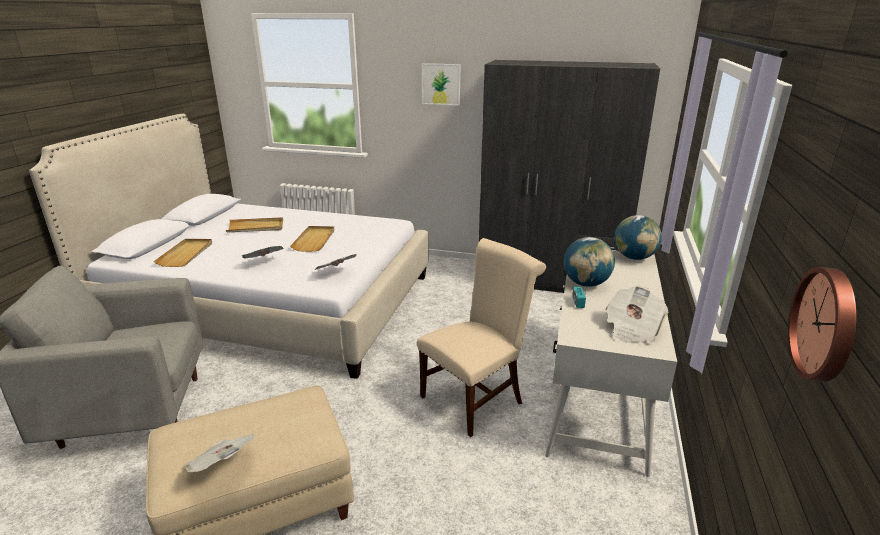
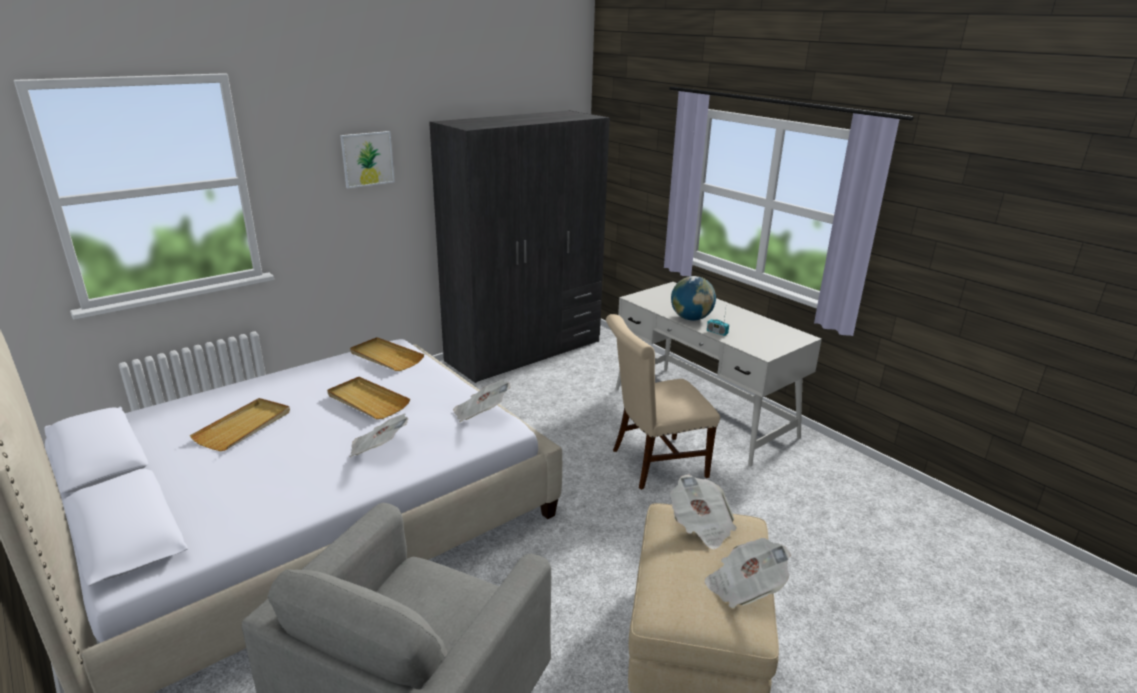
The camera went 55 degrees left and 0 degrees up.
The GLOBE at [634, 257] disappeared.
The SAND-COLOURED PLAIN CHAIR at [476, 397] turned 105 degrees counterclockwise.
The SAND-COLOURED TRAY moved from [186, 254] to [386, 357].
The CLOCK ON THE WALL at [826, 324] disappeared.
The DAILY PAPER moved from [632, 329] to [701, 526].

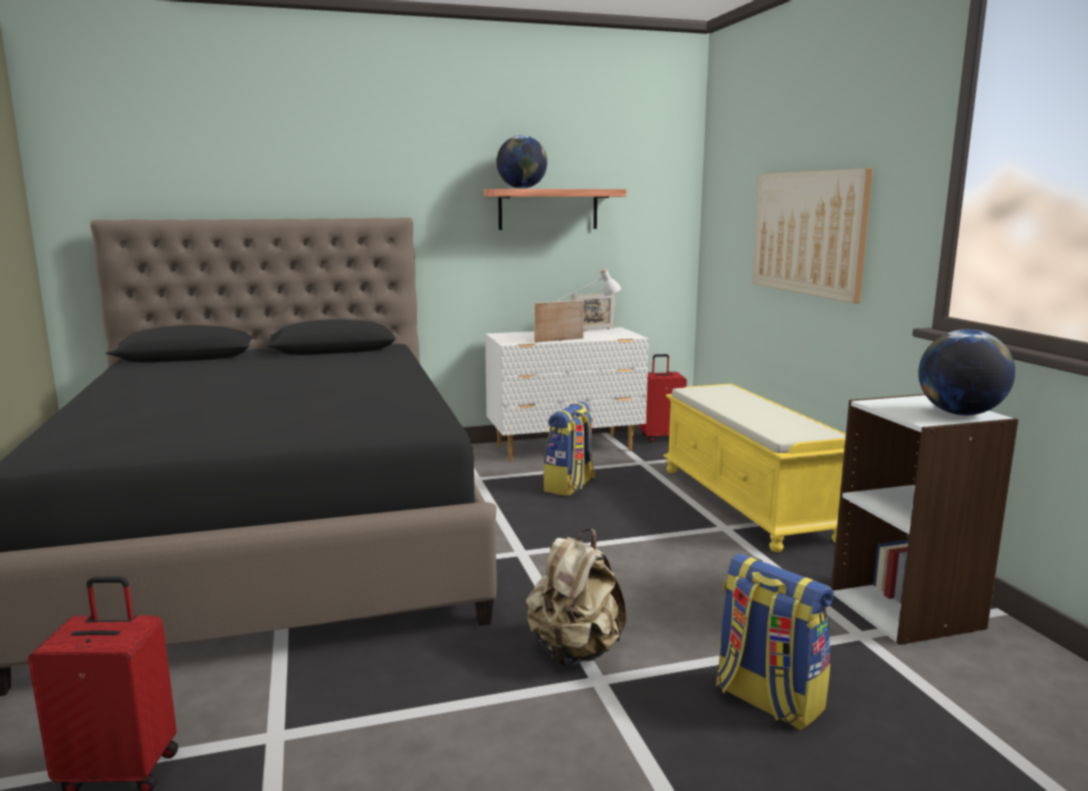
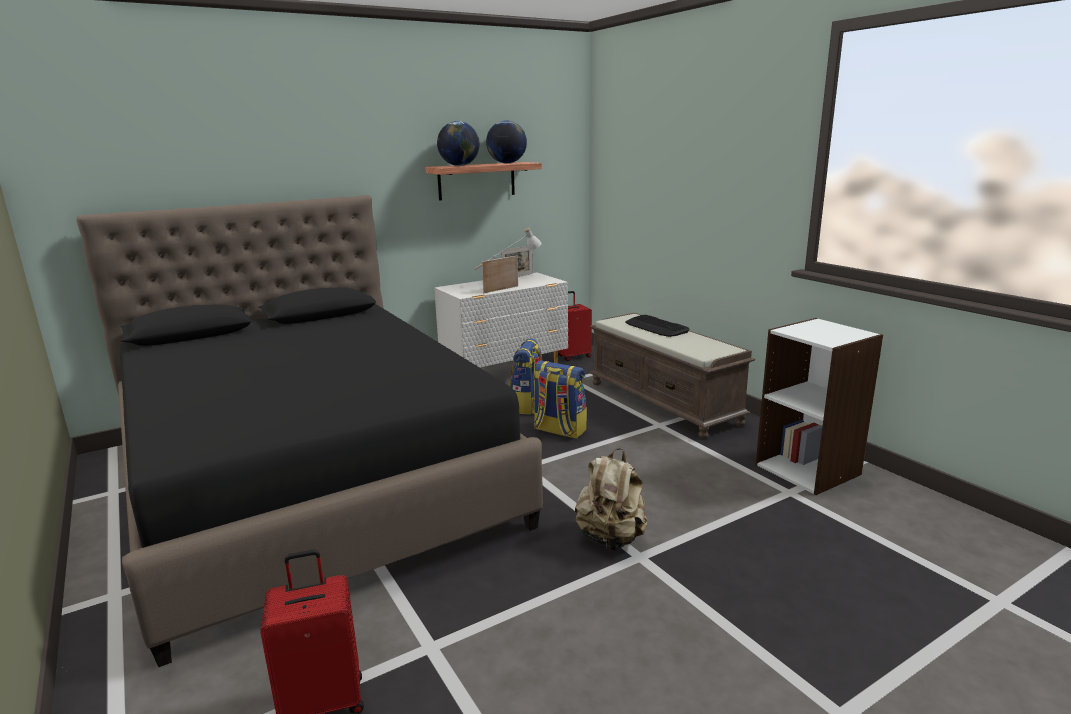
The camera went 15 degrees left and 5 degrees up.
The WALL ART at [807, 232] disappeared.
The GLOBE moved from [960, 414] to [507, 163].
The YELLOW-COLOURED INDOOR BENCH at [747, 503] became the BROWNISH INDOOR BENCH at [664, 403].
The BACKPACK moved from [766, 700] to [559, 430].
The COMPUTER KEYBOARD at [656, 327] appeared.

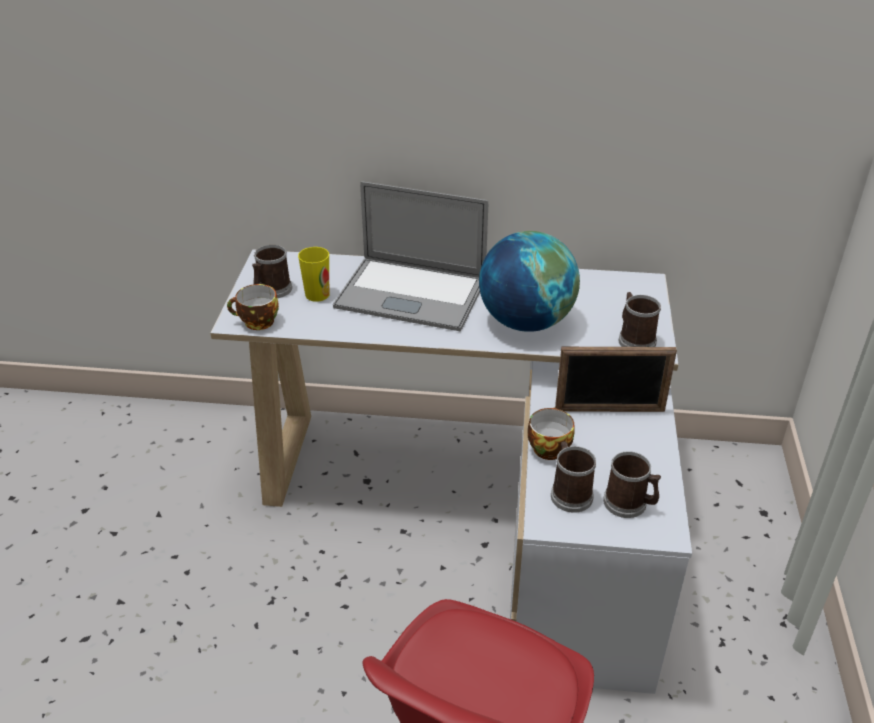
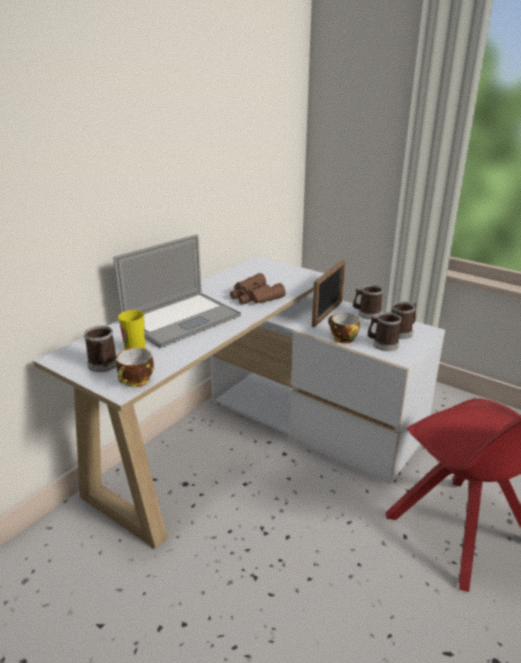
The camera went 60 degrees left and 10 degrees down.
The GLOBE at [526, 321] was replaced by the BROWNISH BINOCULARS at [254, 296].
The COFFEE MUG moved from [634, 339] to [366, 314].

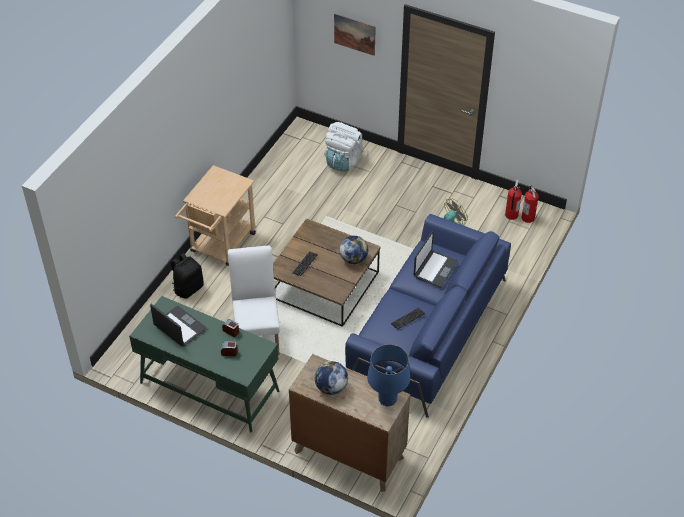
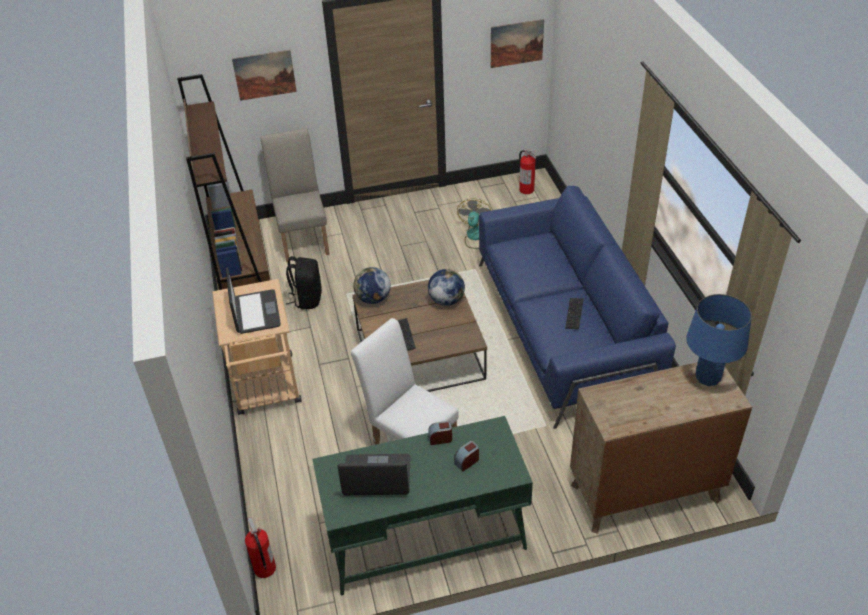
The camera went 40 degrees left and 5 degrees down.
The WHITISH BACKPACK at [343, 160] was replaced by the SAND-COLOURED PLAIN CHAIR at [303, 238].
The FIRE-FIGHTING CYLINDER moved from [511, 215] to [264, 569].
The NOTEBOOK COMPUTER moved from [435, 269] to [255, 312].
The BLACK BACKPACK moved from [188, 288] to [307, 299].
The GLOBE moved from [331, 387] to [373, 299].
The WALL ART at [516, 43] appeared.
The BROWNISH BOOKSHELF at [245, 279] appeared.

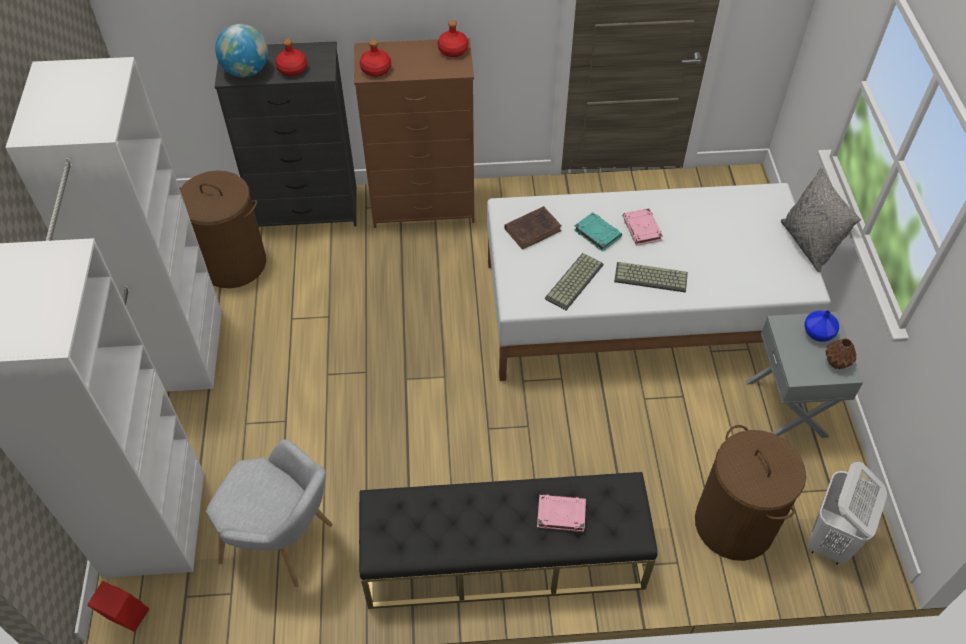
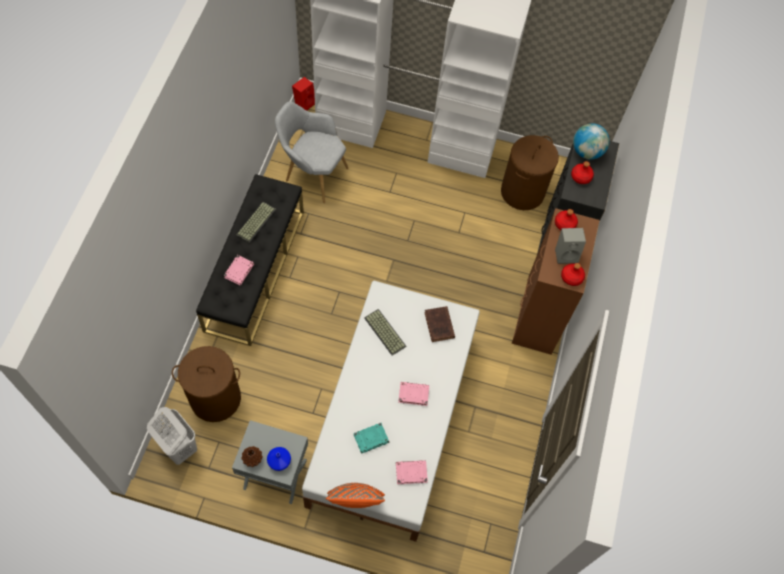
The camera went 105 degrees right and 10 degrees up.
The GREY THROW PILLOW at [807, 244] became the ORANGEY THROW PILLOW at [355, 501].
The TURQUOISE VOLUME moved from [597, 233] to [371, 438].
The COMPUTER KEYBOARD moved from [649, 278] to [256, 221].
The GREY EASY CHAIR at [285, 544] turned 75 degrees clockwise.
The GREY LOUDSPEAKER at [566, 254] appeared.
The PINK-COLOURED VOLUME at [411, 473] appeared.

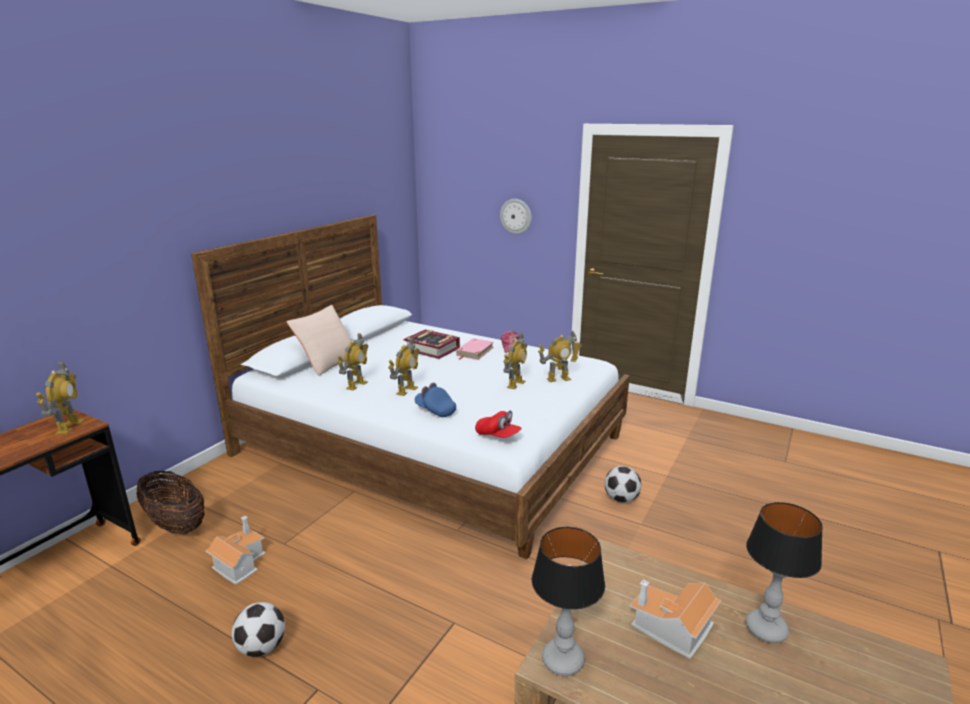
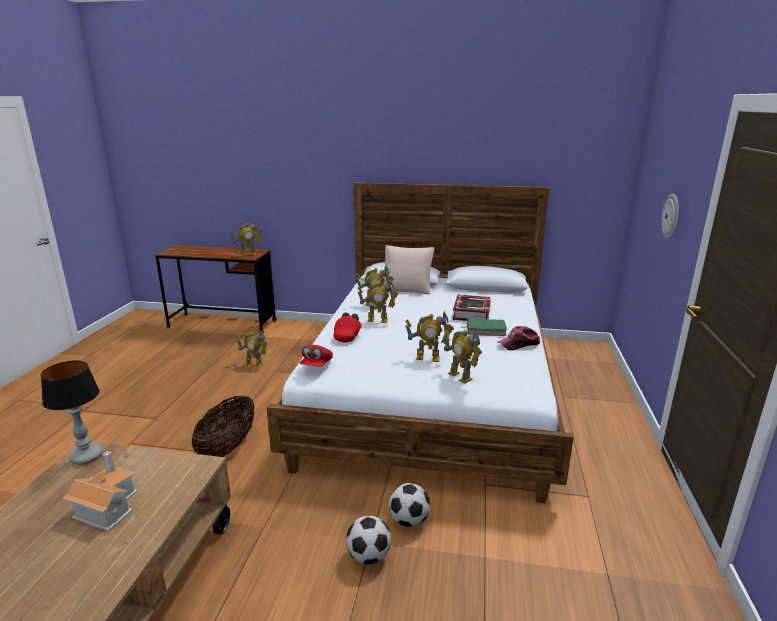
The camera went 70 degrees right and 0 degrees up.
The PINK-COLOURED VOLUME at [474, 352] became the GREEN VOLUME at [486, 330].
The BLUE CAP at [435, 410] became the RED-COLOURED CAP at [348, 336].
The HOUSEHOLD BASKET moved from [176, 524] to [228, 447].
The TABLE LAMP at [767, 630] disappeared.
The MINIATURE HOUSE at [239, 562] was replaced by the MODEL ROBOT at [254, 364].
The BALL FOR FOOTBALL moved from [261, 648] to [368, 556].

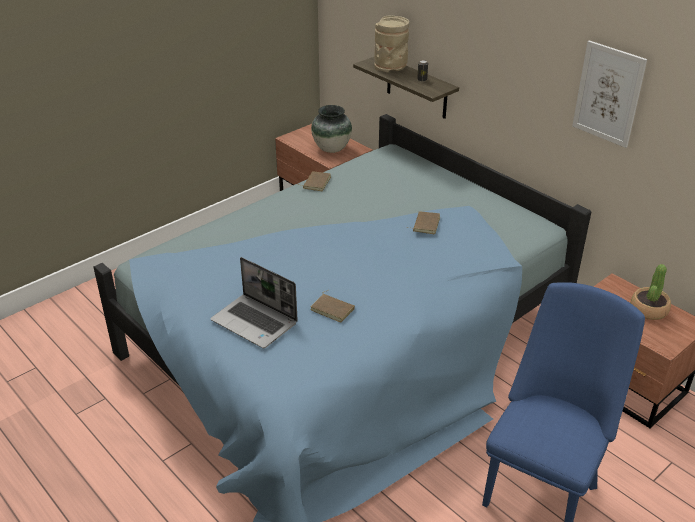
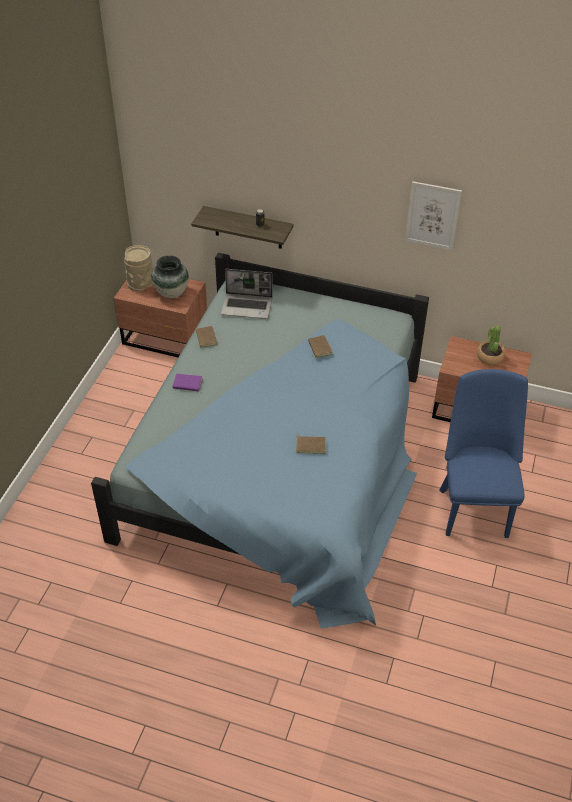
The camera went 30 degrees left and 10 degrees up.
The SAND-COLOURED FLOWER VASE moved from [391, 67] to [141, 284].
The NOTEBOOK COMPUTER moved from [255, 322] to [247, 306].
The PURPLISH VOLUME at [187, 384] appeared.

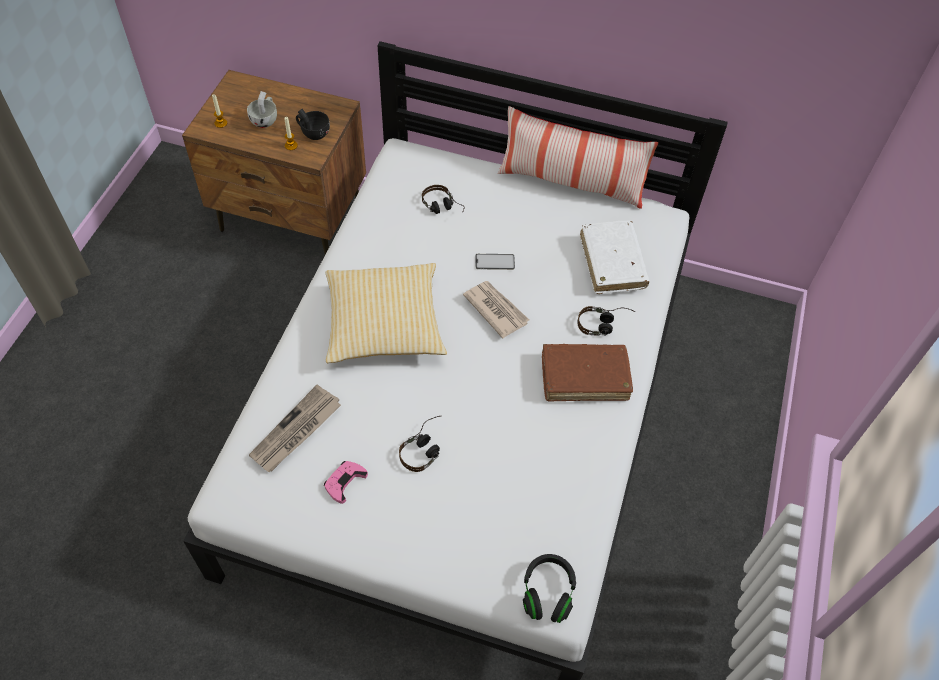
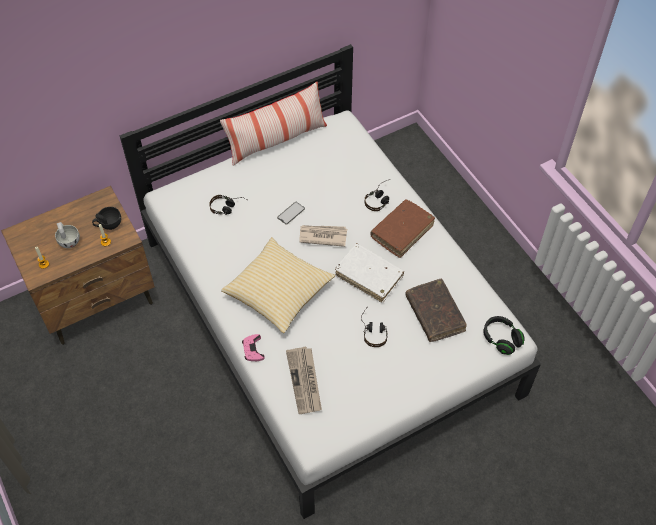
The camera went 45 degrees left and 0 degrees up.
The WHITISH VOLUME moved from [612, 263] to [369, 276].
The PINK-COLOURED GAME CONTROLLER moved from [345, 482] to [253, 349].
The BROWNISH VOLUME at [435, 314] appeared.

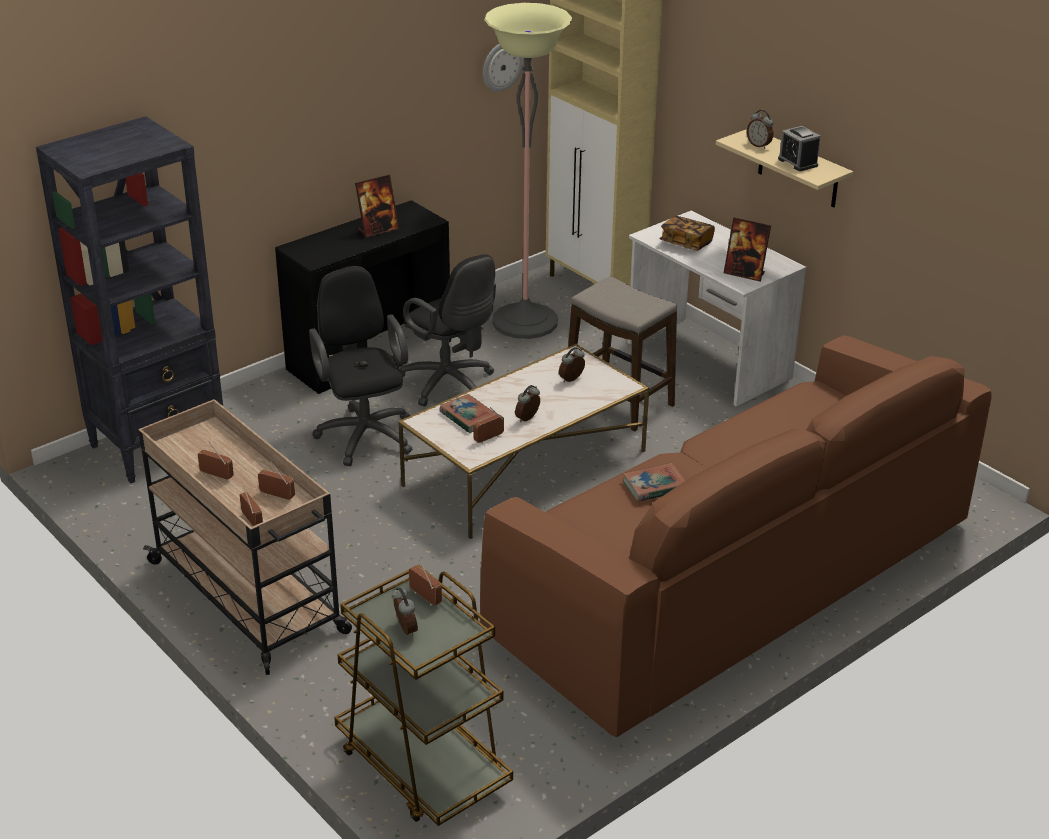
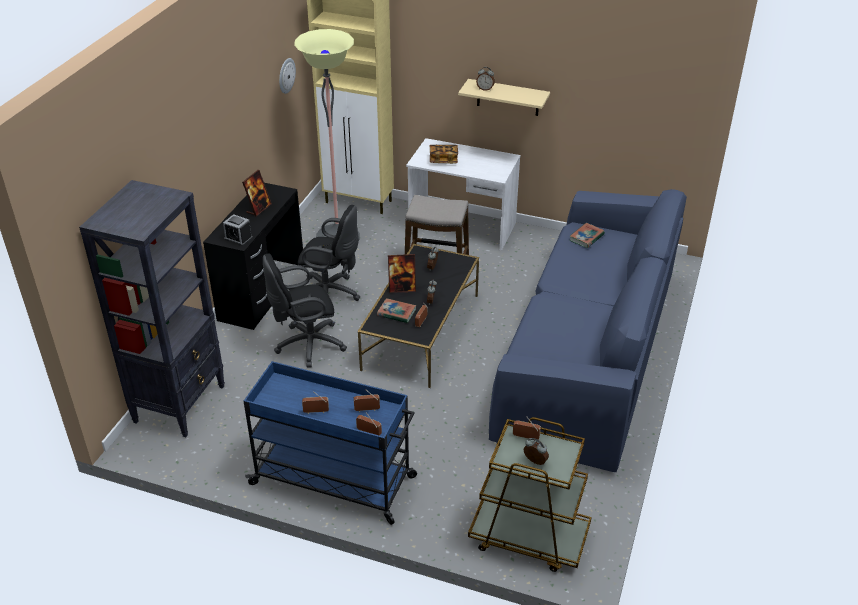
The camera went 30 degrees left and 5 degrees up.
The ALARM CLOCK moved from [797, 162] to [238, 238].
The PHOTO FRAME moved from [744, 273] to [402, 288].
The BLACK DESK CHAIR at [364, 433] turned 60 degrees counterclockwise.
The BROWNISH SETTEE at [734, 578] became the BLUE SETTEE at [588, 353].
The WHITISH COFFEE TABLE at [525, 468] became the BLACK COFFEE TABLE at [421, 331].
The SAND-COLOURED CART at [249, 598] became the BLUE CART at [335, 481].
The VOLUME moved from [654, 486] to [586, 237].

